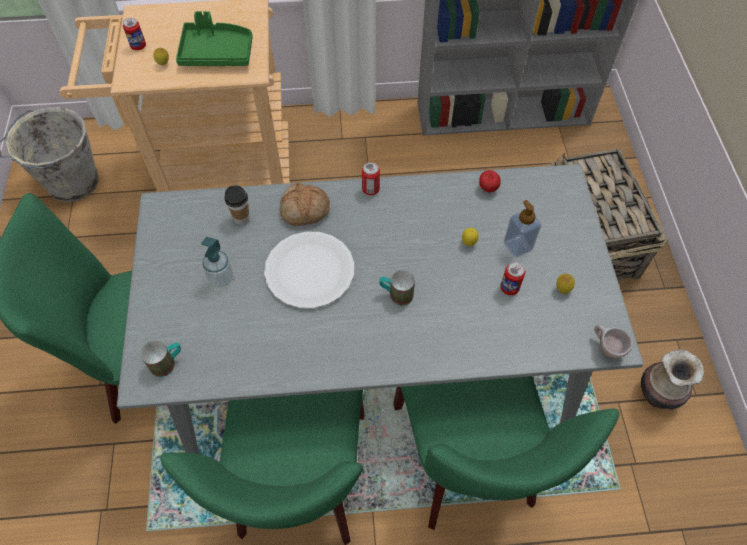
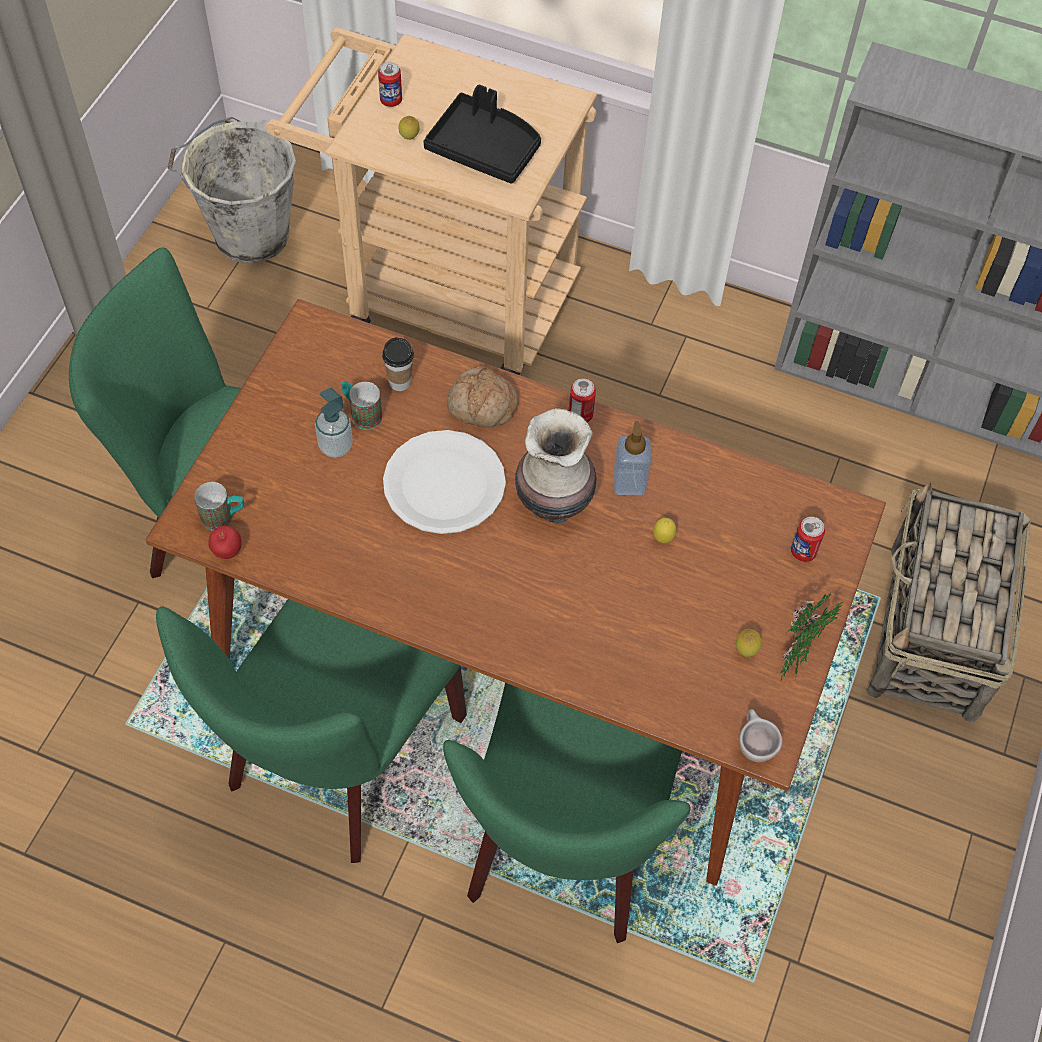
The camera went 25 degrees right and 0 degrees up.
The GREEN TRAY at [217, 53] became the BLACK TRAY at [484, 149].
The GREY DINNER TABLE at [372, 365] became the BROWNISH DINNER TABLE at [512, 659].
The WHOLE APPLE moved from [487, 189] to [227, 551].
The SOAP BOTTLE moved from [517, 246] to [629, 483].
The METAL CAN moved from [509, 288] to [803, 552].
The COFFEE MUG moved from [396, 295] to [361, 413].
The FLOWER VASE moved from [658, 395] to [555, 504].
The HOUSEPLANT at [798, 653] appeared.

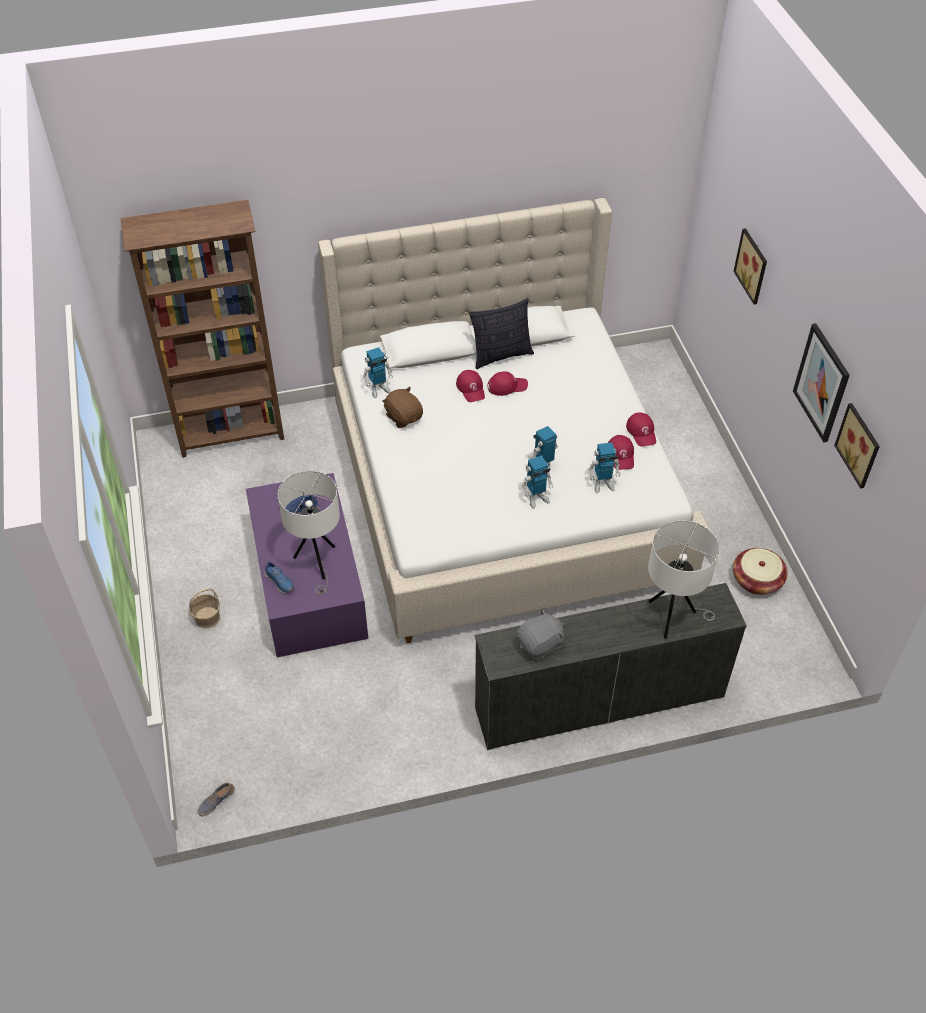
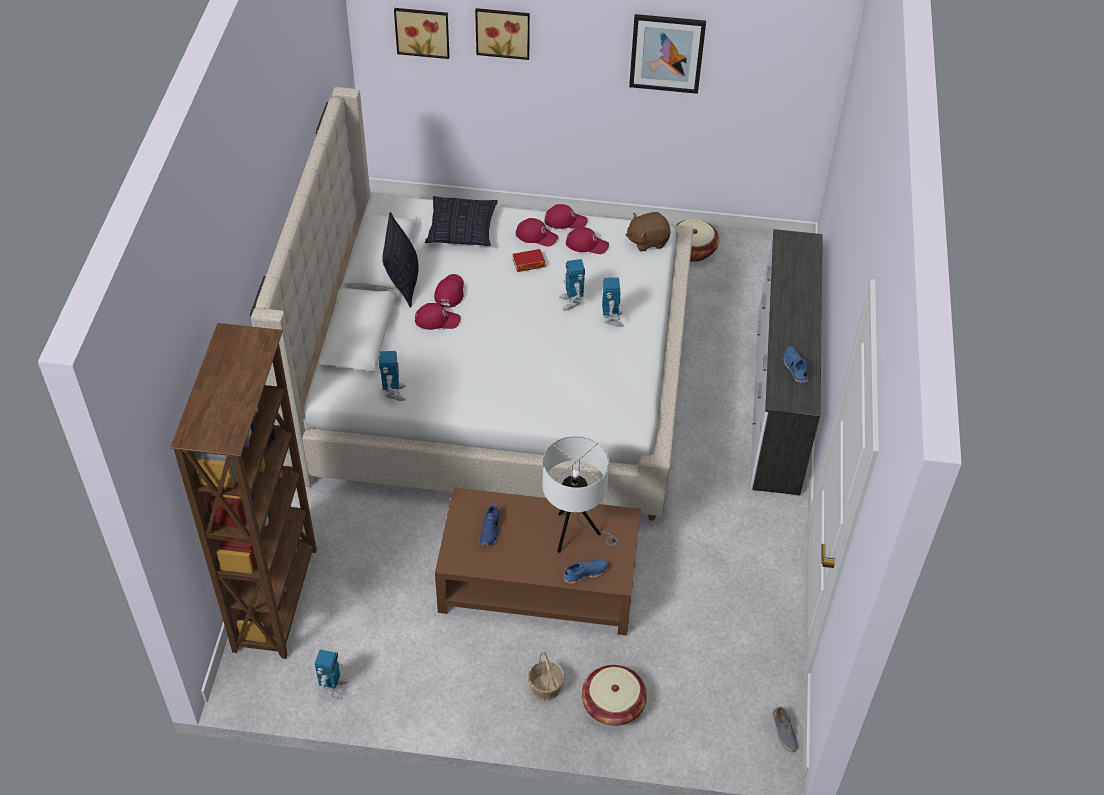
The camera went 70 degrees left and 0 degrees up.
The BROWNISH SOFT TOY moved from [404, 417] to [647, 241].
The WALL ART moved from [860, 445] to [422, 31].
The MODEL ROBOT moved from [602, 484] to [333, 687].
The PURPLISH COFFEE TABLE at [309, 581] became the BROWNISH COFFEE TABLE at [538, 581].
The WHITISH TABLE LAMP at [672, 617] disappeared.
The GREY SOFT TOY at [540, 645] was replaced by the BLUE LOW SHOE at [794, 368].
The THROW PILLOW at [461, 230] appeared.
The RED-COLOURED CAP at [536, 235] appeared.
The VOLUME at [528, 263] appeared.
The HOUSEHOLD BASKET at [613, 704] appeared.

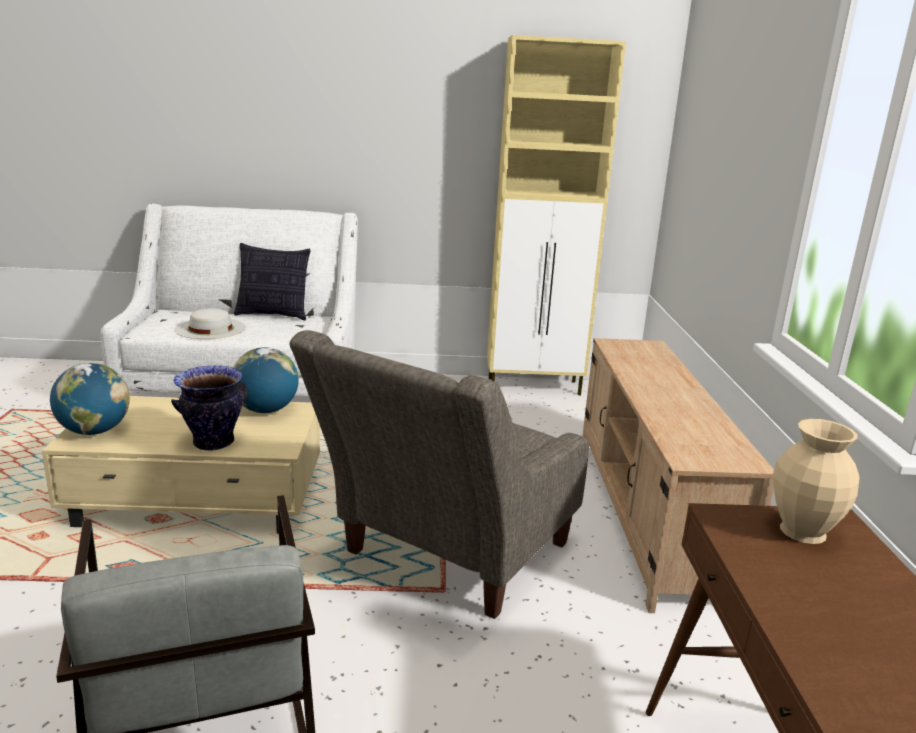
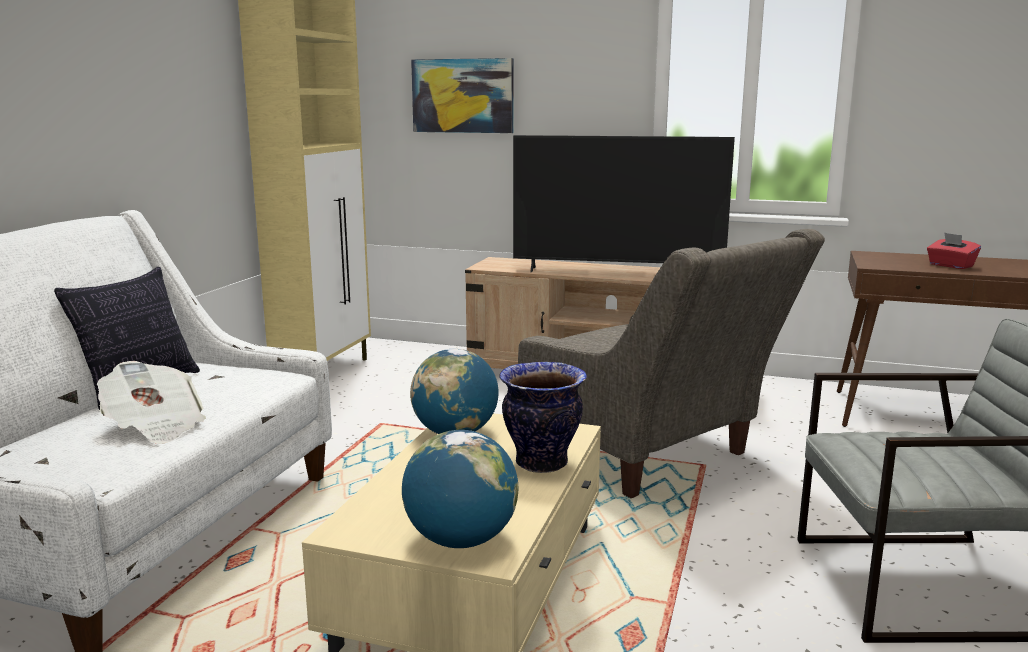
The camera went 70 degrees left and 5 degrees down.
The WHITISH WEARABLE HAT at [210, 328] was replaced by the DAILY PAPER at [155, 426].
The SAND-COLOURED FLOWER VASE at [804, 531] disappeared.
The WALL ART at [463, 96] appeared.
The TV at [617, 272] appeared.
The RED-COLOURED TISSUE BOX at [950, 265] appeared.

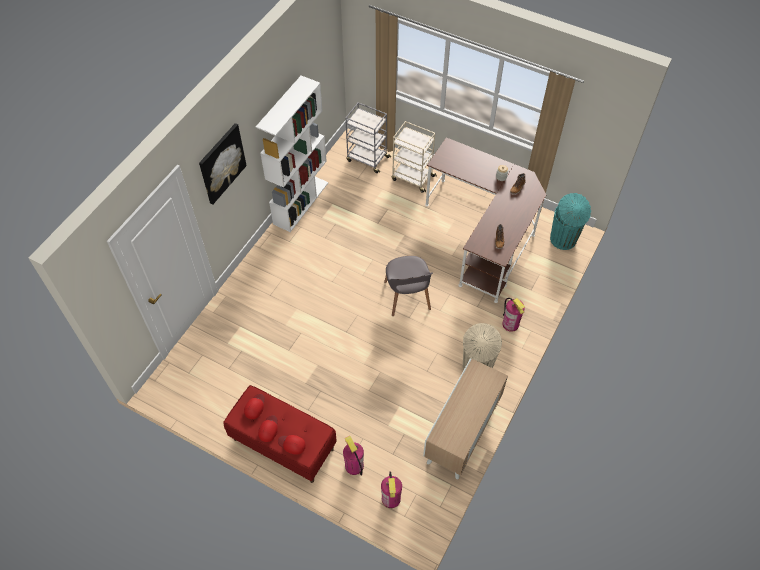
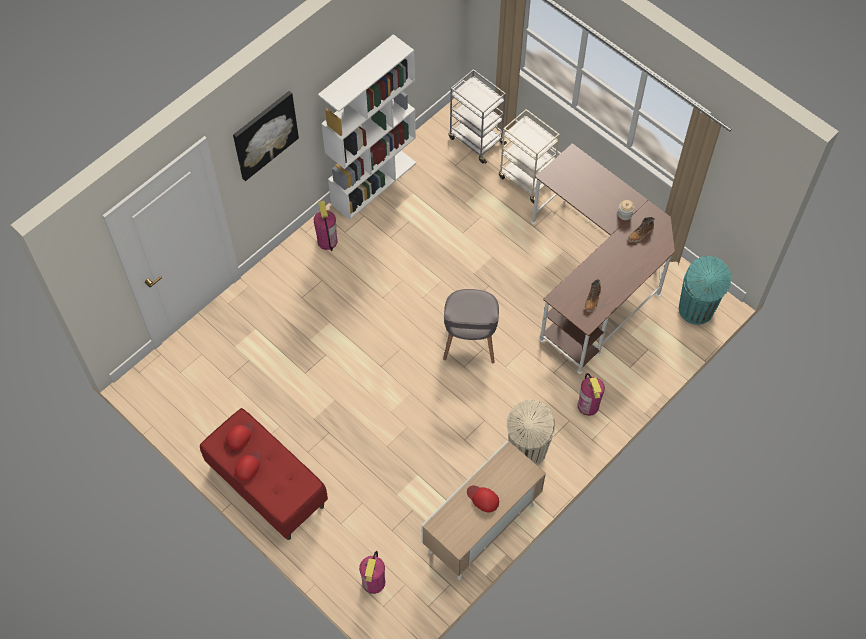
The camera went 15 degrees right and 5 degrees up.
The RED-COLOURED CAP moved from [292, 444] to [483, 498].
The FIRE-FIGHTING CYLINDER moved from [354, 466] to [327, 241].

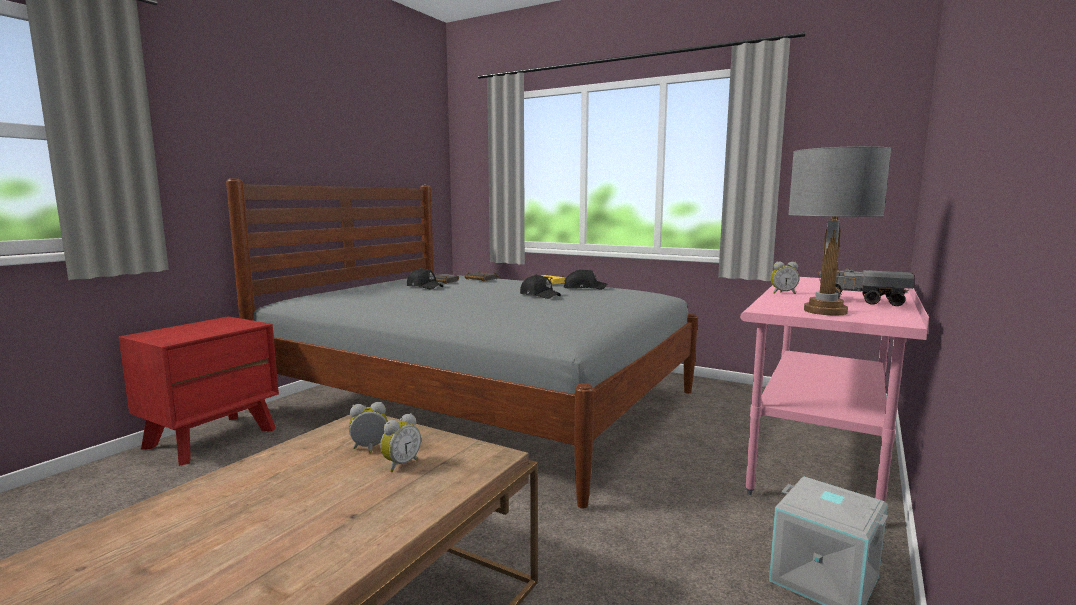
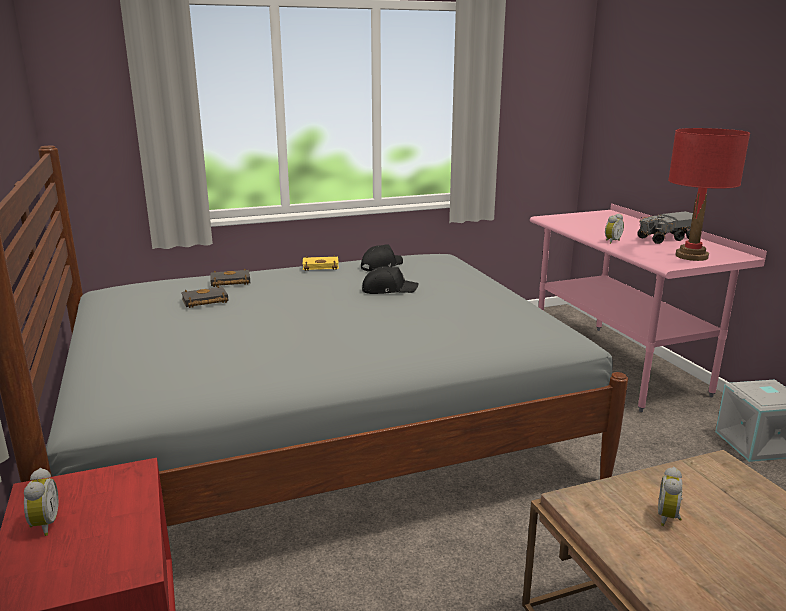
The camera went 50 degrees left and 10 degrees up.
The GREY TABLE LAMP at [825, 311] became the RED-COLOURED TABLE LAMP at [691, 256].
The BLACK CAP at [424, 287] disappeared.
The ALARM CLOCK moved from [400, 464] to [43, 525].

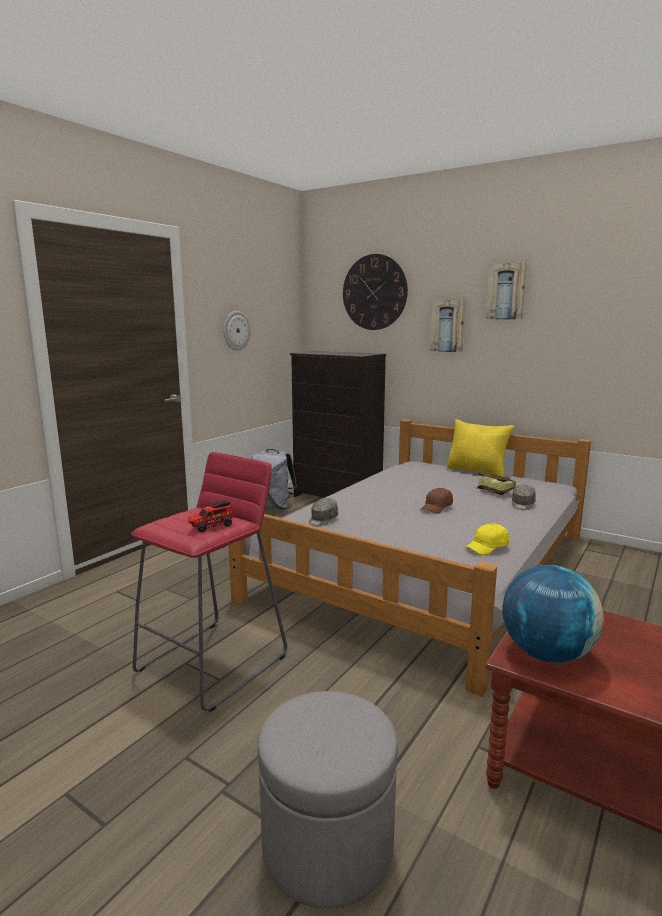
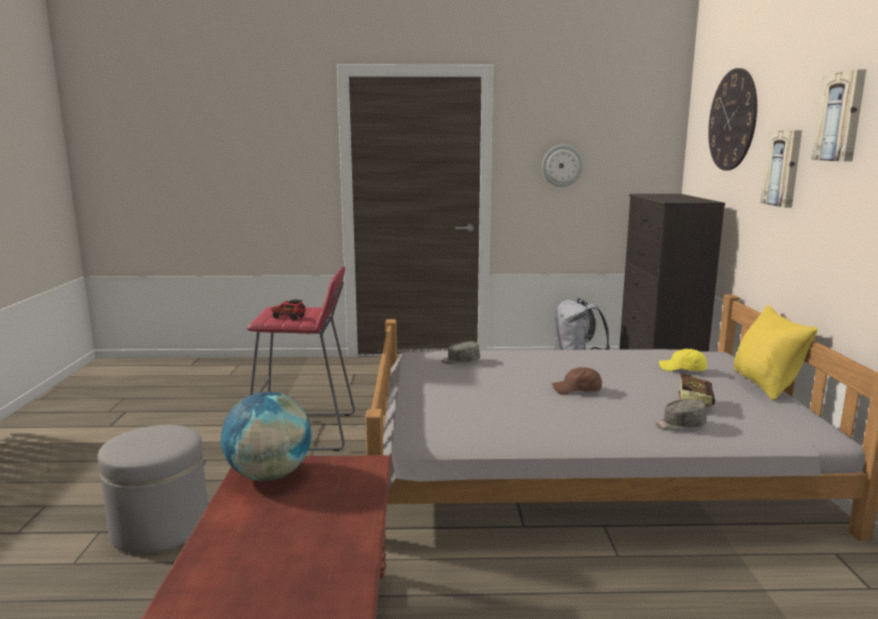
The camera went 55 degrees right and 0 degrees up.
The YELLOW-COLOURED CAP moved from [487, 547] to [683, 369].

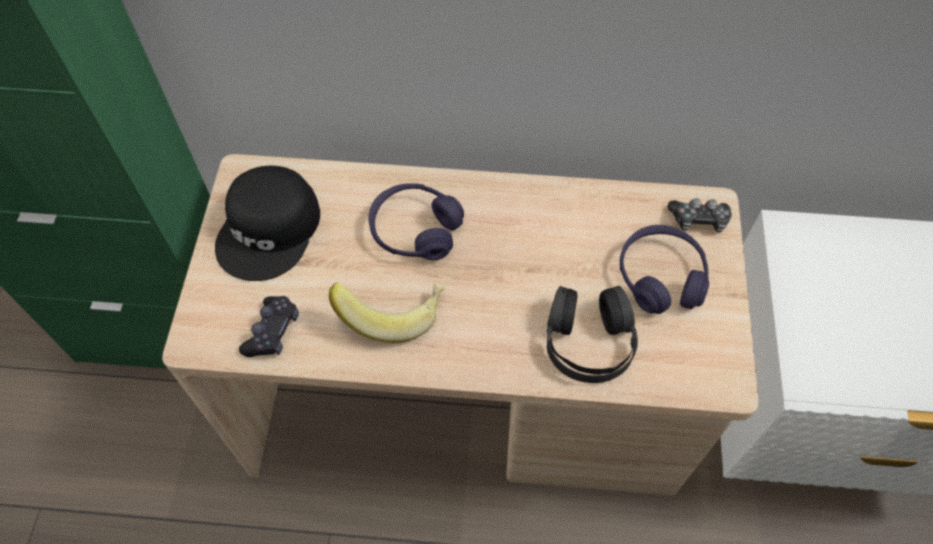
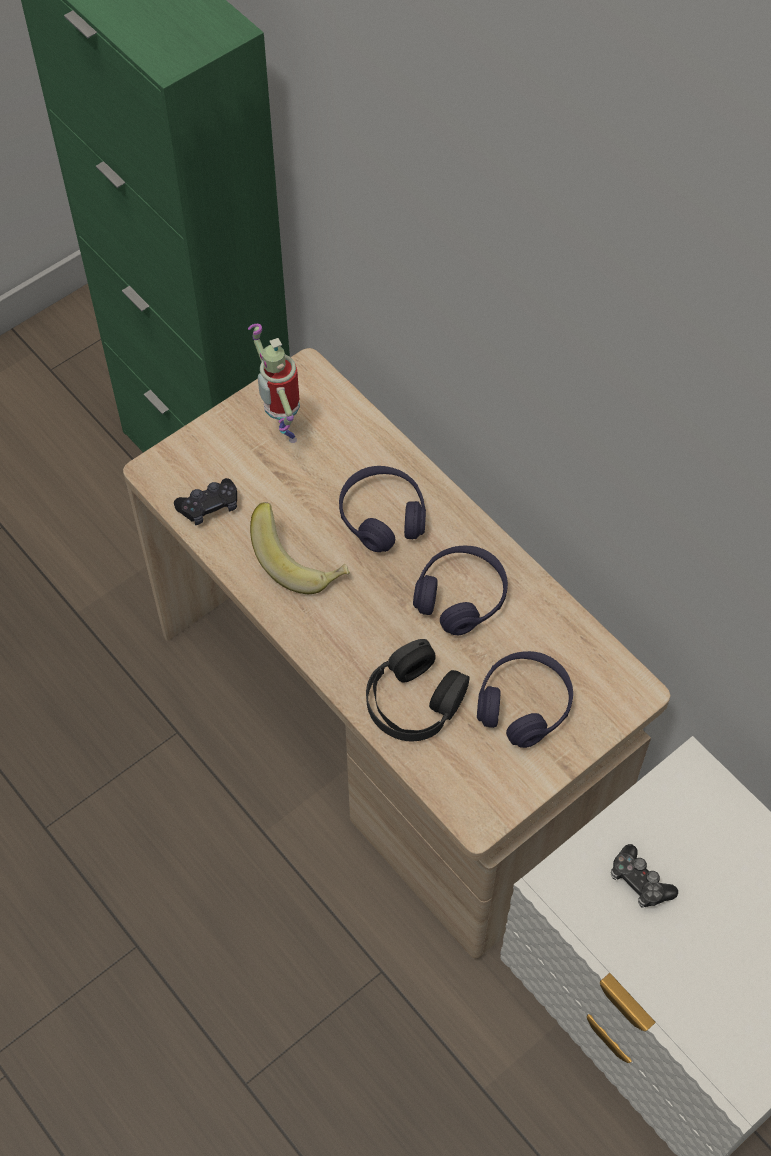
The camera went 45 degrees right and 0 degrees up.
The BLACK CAP at [270, 230] was replaced by the MODEL ROBOT at [282, 431].
The GAME CONTROLLER moved from [698, 220] to [639, 882].
The PURPLISH PAIR OF HEADPHONES at [460, 597] appeared.

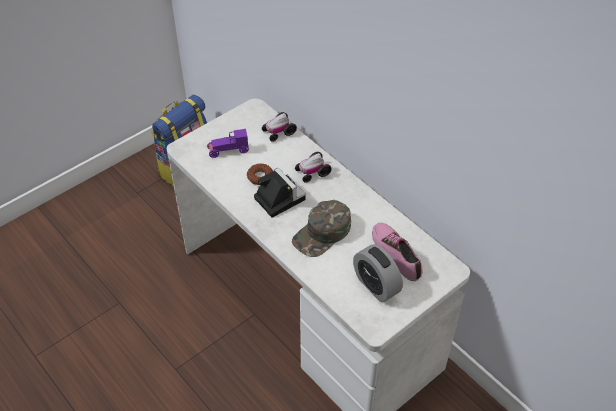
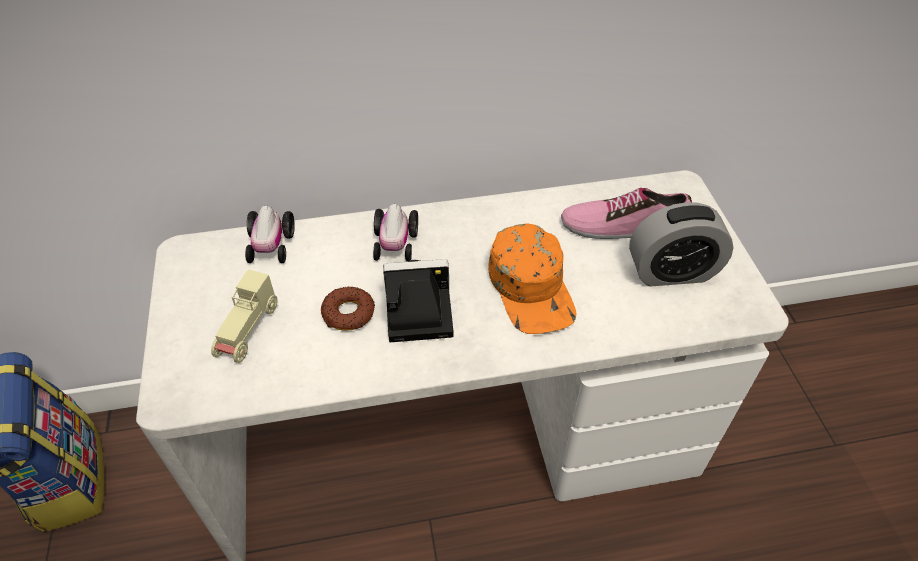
The camera went 60 degrees left and 0 degrees up.
The PURPLISH TOY CAR at [228, 151] became the SAND-COLOURED TOY CAR at [248, 331].
The GREEN CAP at [322, 233] became the ORANGEY CAP at [532, 288].

